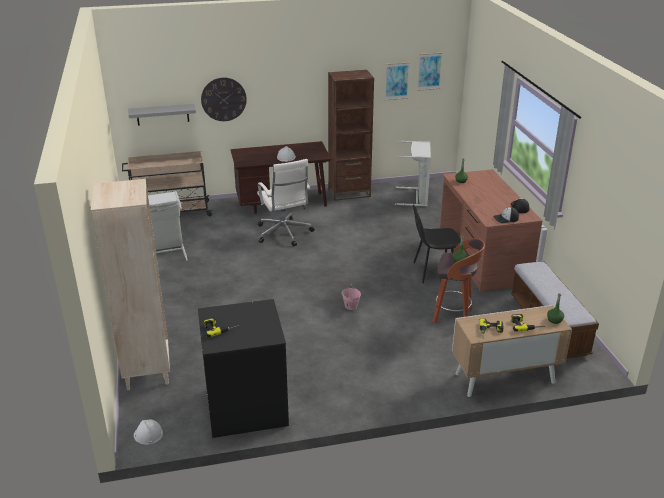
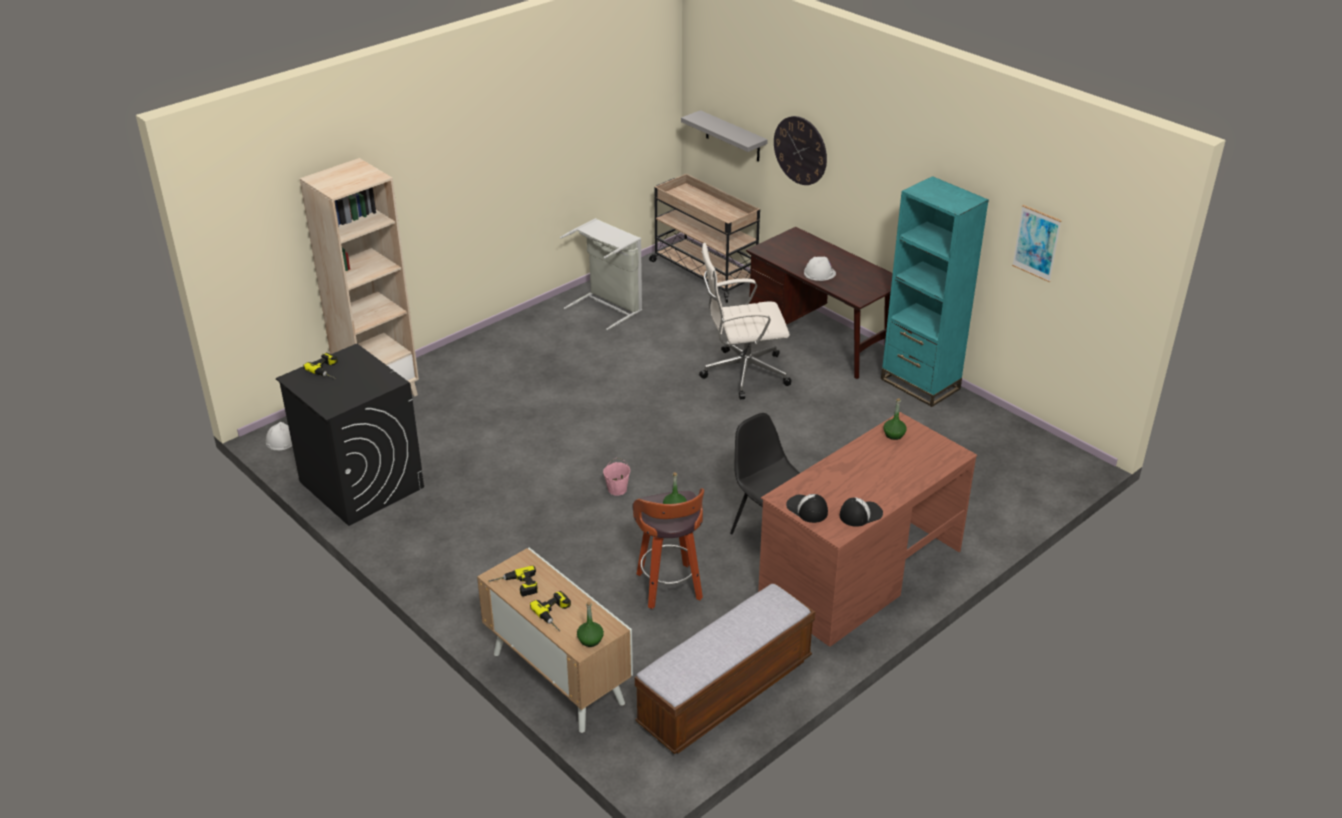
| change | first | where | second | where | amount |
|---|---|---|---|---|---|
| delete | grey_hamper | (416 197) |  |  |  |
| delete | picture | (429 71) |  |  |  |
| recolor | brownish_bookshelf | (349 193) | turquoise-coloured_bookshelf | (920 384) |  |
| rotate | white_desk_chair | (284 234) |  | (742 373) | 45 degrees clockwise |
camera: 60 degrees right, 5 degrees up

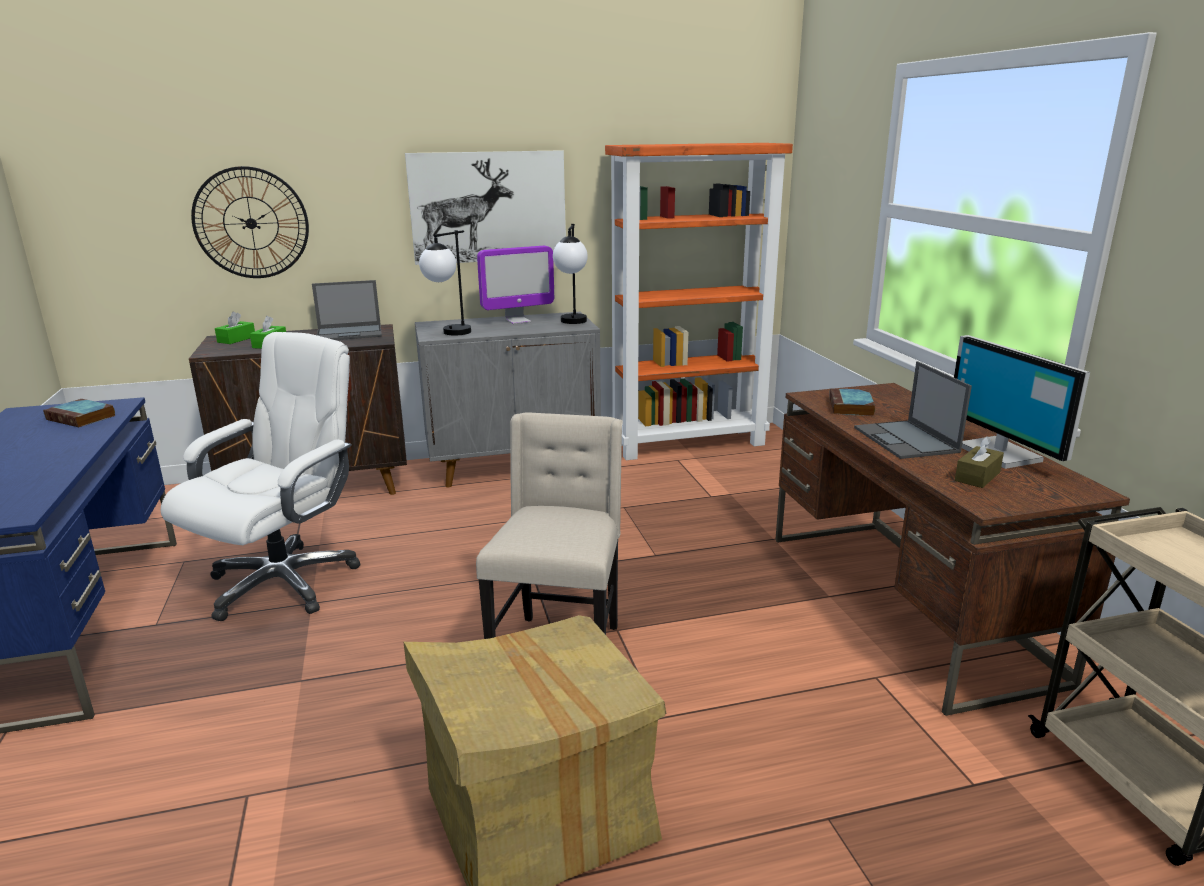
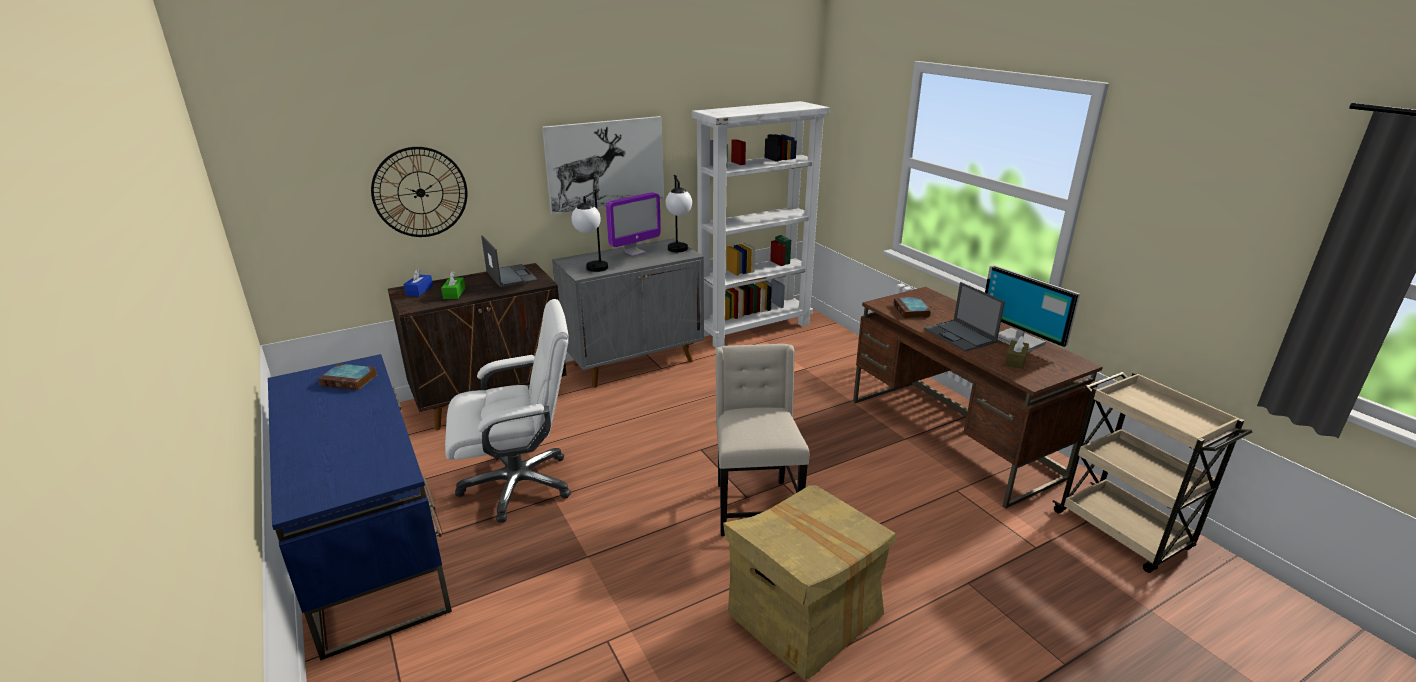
| change | first | where | second | where | amount |
|---|---|---|---|---|---|
| recolor | greenish_box_of_tissues | (236 339) | bluish_box_of_tissues | (419 290) |  |
| recolor | orange-coloured_bookshelf | (689 443) | white_bookshelf | (754 329) |  |
| rotate | white_desk_chair | (283 582) |  | (519 484) | 60 degrees clockwise |
| rotate | notebook_computer | (350 333) |  | (511 276) | 90 degrees counterclockwise |
camera: 15 degrees left, 5 degrees up

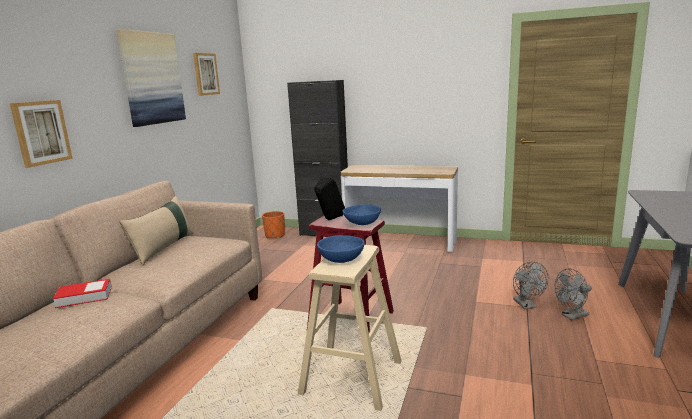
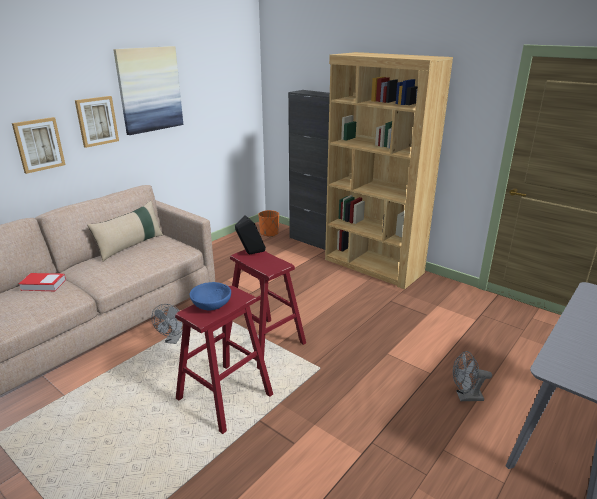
| change | first | where | second | where | amount |
|---|---|---|---|---|---|
| delete | bluish_serving_bowl | (361 223) |  |  |  |
| move | picture | (205 74) |  | (96 121) |  |
| move | grey_fan | (526 305) |  | (173 340) |  |
| replace | console_table | (400 242) | brownish_bookshelf | (373 266) |  |
| recolor | sand-coloured_stool | (352 378) | red_stool | (224 397) |  |
camera: 20 degrees right, 10 degrees up

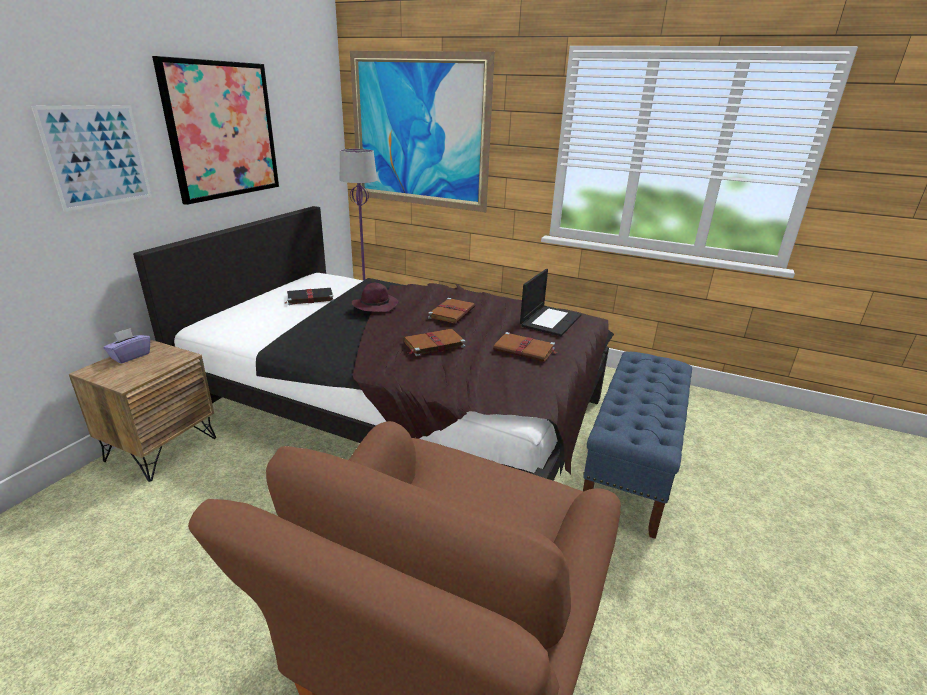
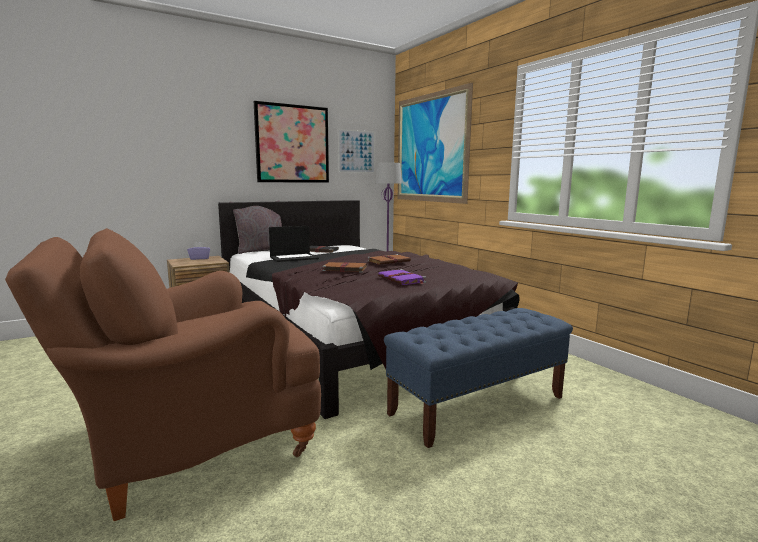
| change | first | where | second | where | amount |
|---|---|---|---|---|---|
| delete | purple_hat | (376 305) |  |  |  |
| insert |  |  | grey_cushion | (260 250) |  |
| move | picture | (97 156) |  | (356 151) |  |
| move | notebook_computer | (550 320) |  | (294 258) |  |
| recolor | brownish_book | (525 349) | purple_book | (402 279) |  |
camera: 35 degrees right, 15 degrees down

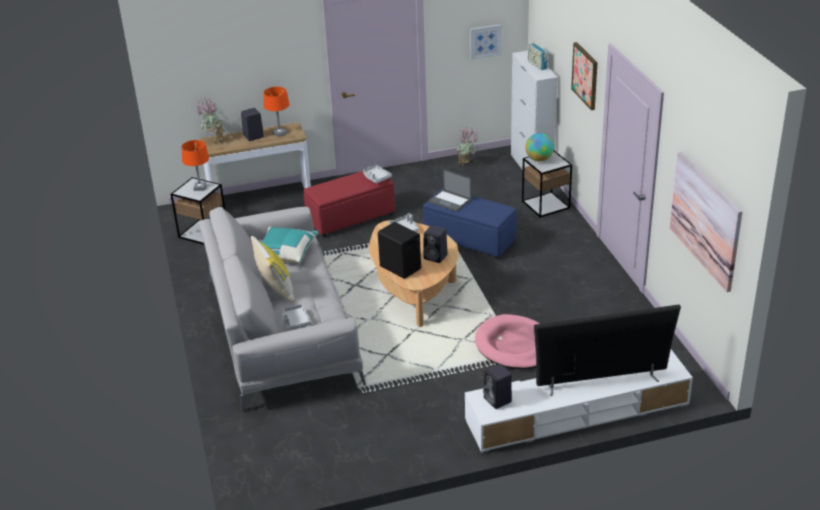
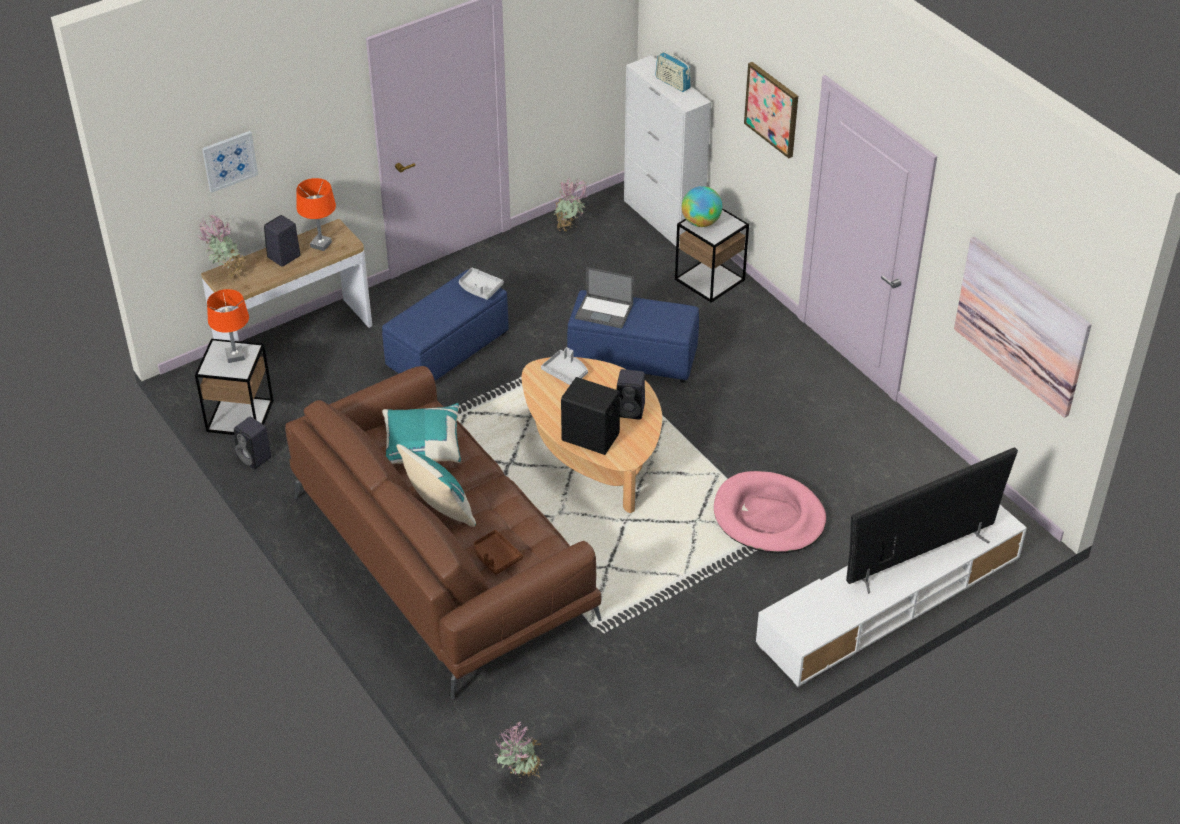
| change | first | where | second | where | amount |
|---|---|---|---|---|---|
| insert |  |  | potted_plant | (520 777) |  |
| move | picture | (485 41) |  | (229 160) |  |
| move | black_loudspeaker | (498 400) |  | (255 458) |  |
| recolor | grey_settee | (281 328) | brownish_settee | (440 555) |  |
| recolor | yellow-coloured_cushion | (275 290) | turquoise-coloured_cushion | (438 510) |  |
| recolor | grey_carrying_tray | (295 321) | brownish_carrying_tray | (496 557) |  |
| recolor | red_ottoman | (351 218) | bluish_ottoman | (448 350) |  |
camera: 20 degrees left, 10 degrees up

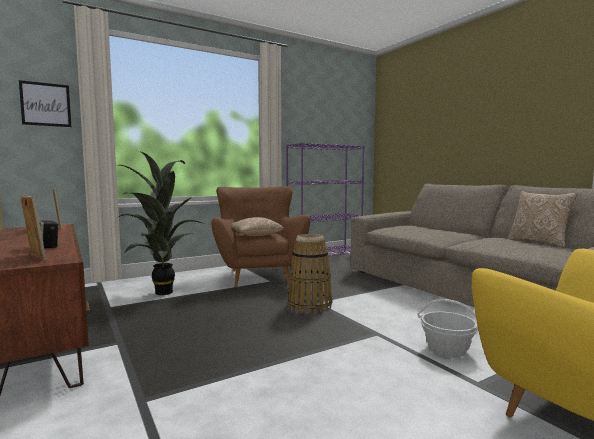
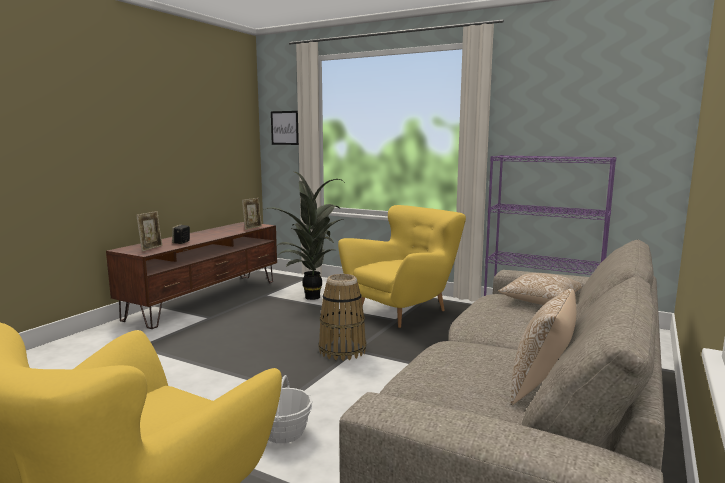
| change | first | where | second | where | amount |
|---|---|---|---|---|---|
| move | cushion | (255 235) |  | (540 301) |  |
| recolor | brownish_easy_chair | (258 276) | yellow-coloured_easy_chair | (403 311) |  |
camera: 60 degrees right, 5 degrees up

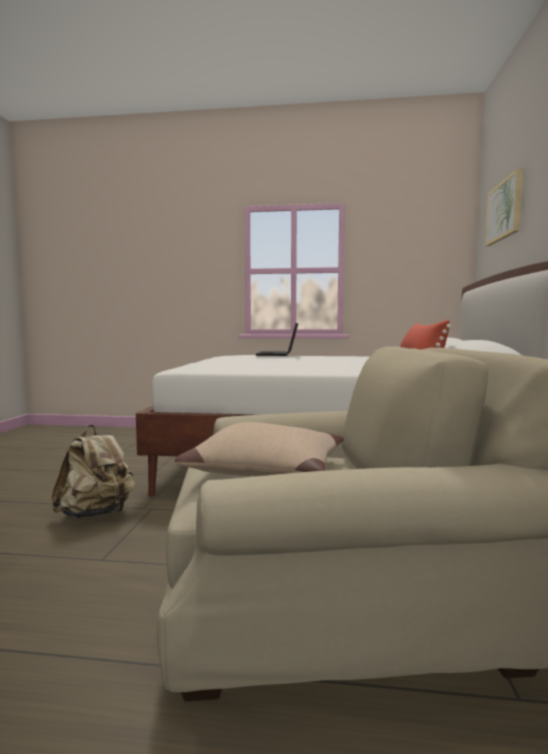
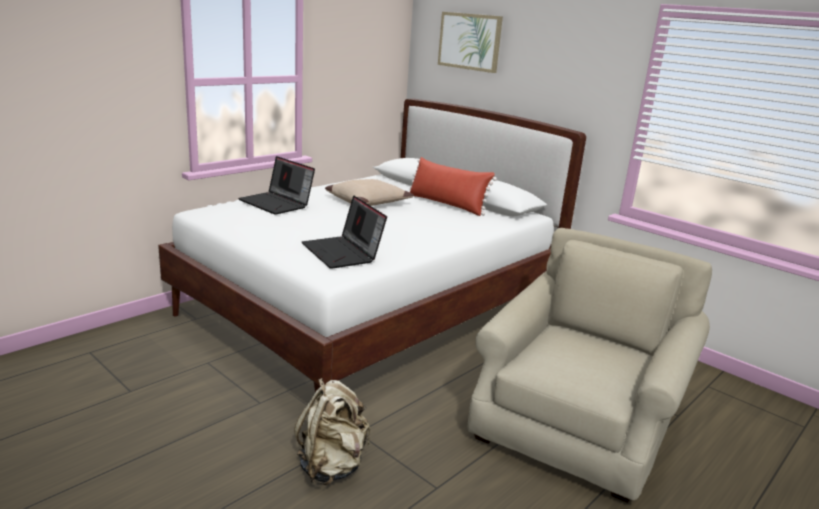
| change | first | where | second | where | amount |
|---|---|---|---|---|---|
| insert |  |  | notebook_computer | (343 253) |  |
| move | sand-coloured_cushion | (268 469) |  | (367 201) |  |
camera: 55 degrees left, 15 degrees up

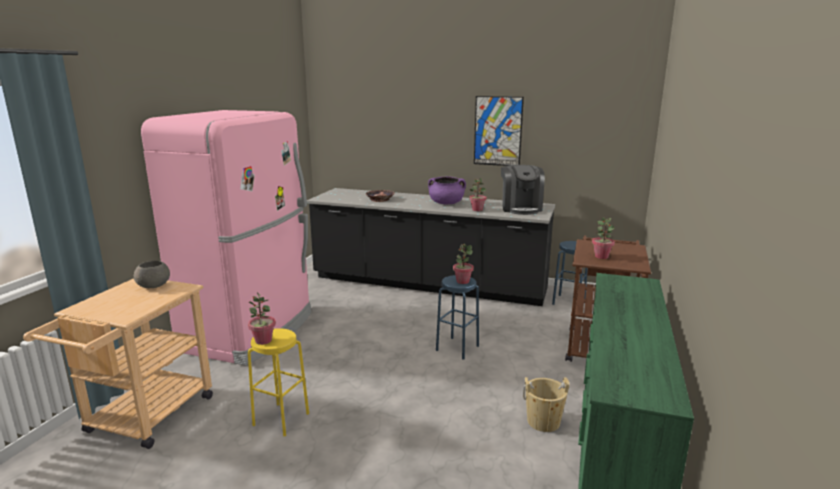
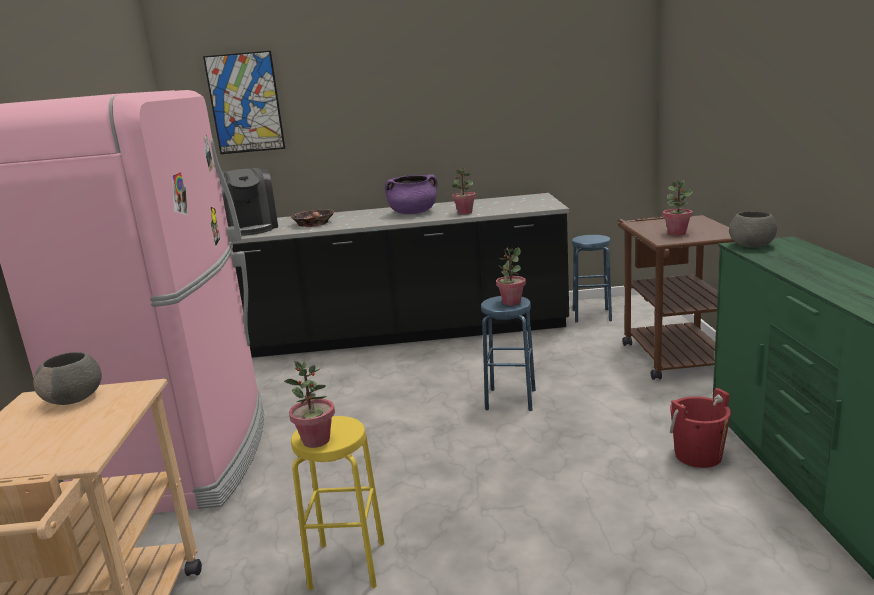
| change | first | where | second | where | amount |
|---|---|---|---|---|---|
| insert |  |  | grey_serving_bowl | (752 245) |  |
| move | picture | (498 131) |  | (245 103) |  |
| move | coffee_maker | (520 208) |  | (249 228) |  |
| recolor | sand-coloured_bucket | (543 422) | red_bucket | (698 456) |  |
camera: 20 degrees left, 0 degrees up

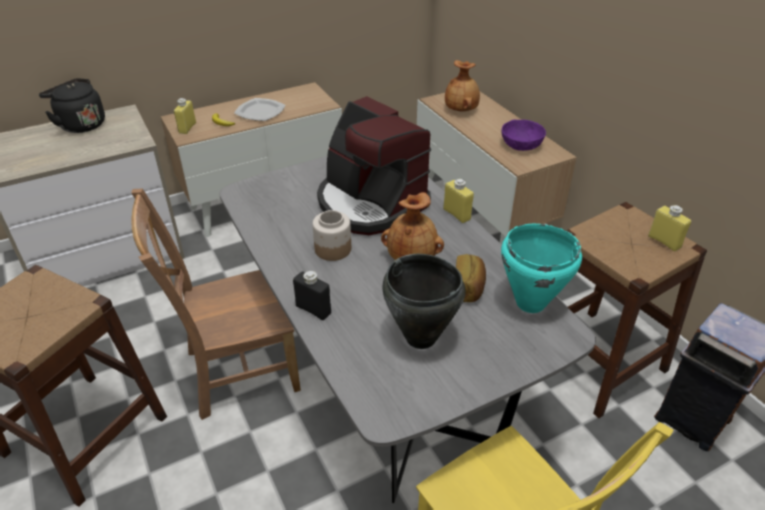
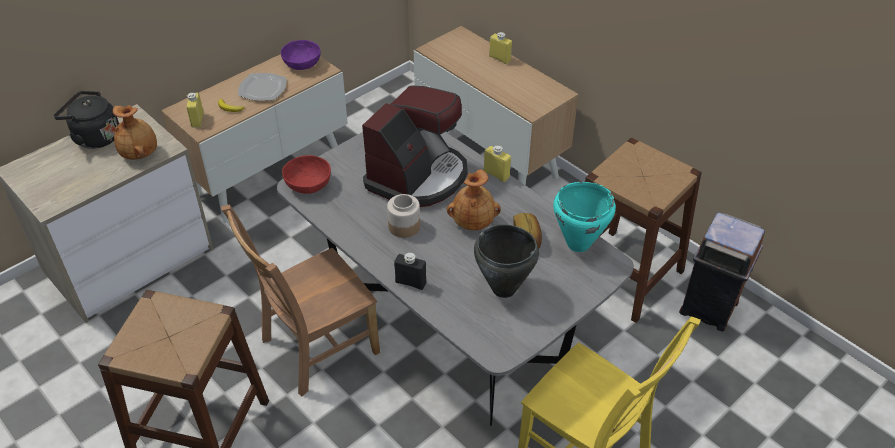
| change | first | where | second | where | amount |
|---|---|---|---|---|---|
| insert |  |  | red_serving_bowl | (308 185) |  |
| move | brownish_flower_vase | (461 110) |  | (140 154) |  |
| move | purple_serving_bowl | (521 145) |  | (302 64) |  |
| move | yellow-coloured_bottle | (664 241) |  | (500 58) |  |
| rotate | coffee_maker | (370 203) |  | (418 177) | 90 degrees counterclockwise |
camera: 15 degrees left, 5 degrees up

